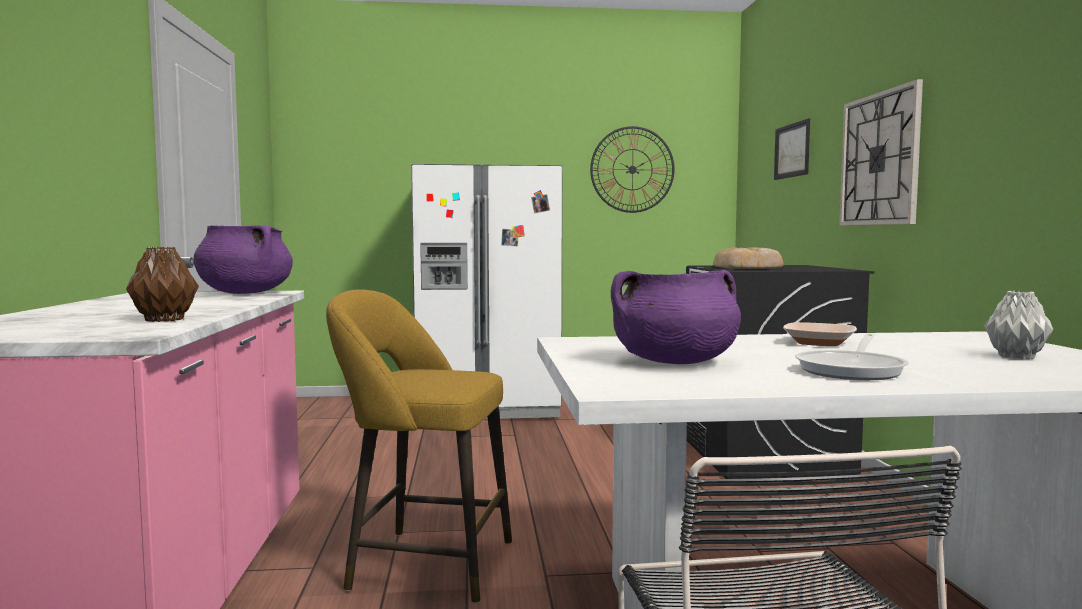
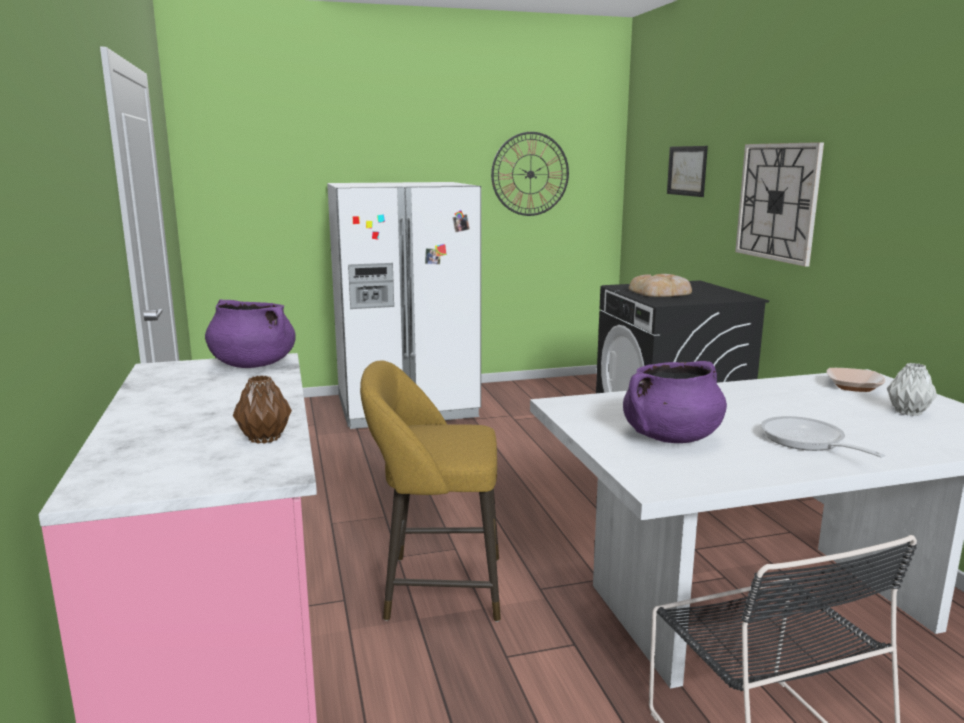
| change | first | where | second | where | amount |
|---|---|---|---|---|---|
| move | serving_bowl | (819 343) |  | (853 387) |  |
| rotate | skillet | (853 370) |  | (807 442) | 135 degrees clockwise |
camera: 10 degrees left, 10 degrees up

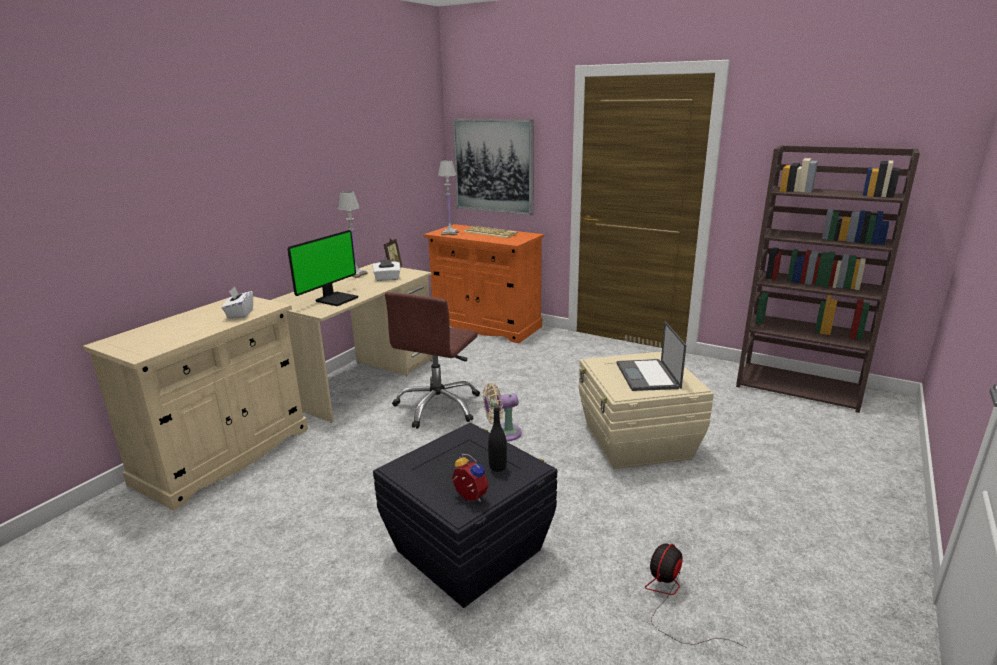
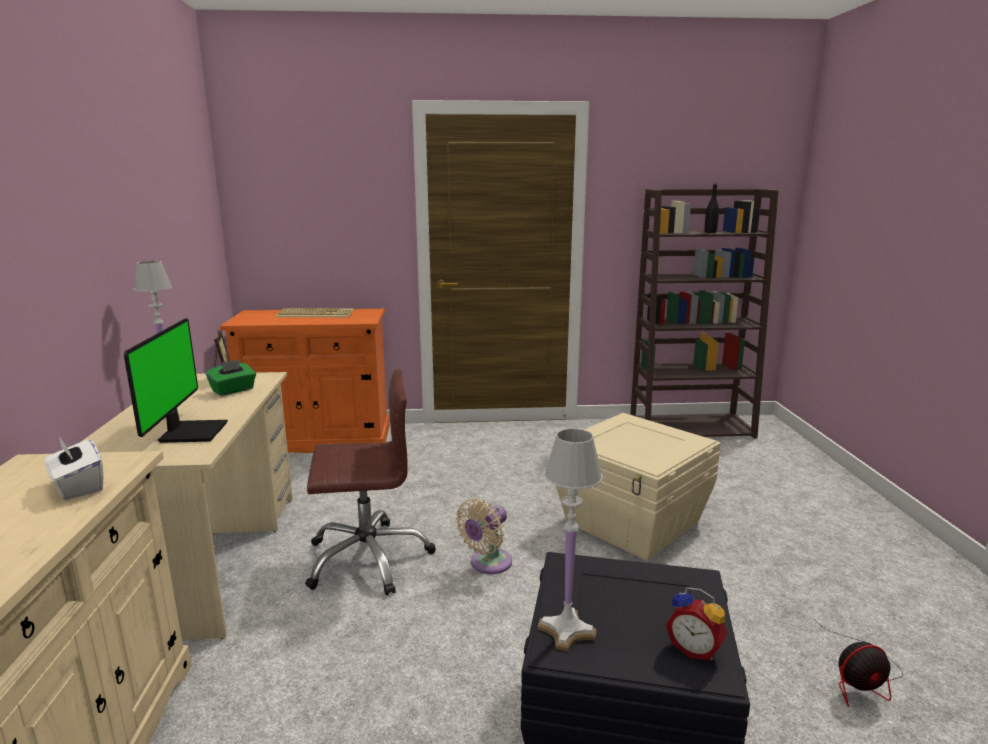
| change | first | where | second | where | amount |
|---|---|---|---|---|---|
| delete | picture | (493 166) |  |  |  |
| delete | notebook_computer | (648 376) |  |  |  |
| move | white_tabletop_lamp | (450 233) |  | (567 631) |  |
| move | black_bottle | (497 467) |  | (710 232) |  |
| recolor | white_box_of_tissues | (387 279) | greenish_box_of_tissues | (233 390) |  |
| rotate | brownish_desk_chair | (438 406) |  | (368 558) | 90 degrees counterclockwise |
| rotate | table_clock | (468 498) |  | (695 649) | 150 degrees counterclockwise |
| rotate | fan | (671 600) |  | (860 678) | 105 degrees counterclockwise |
camera: 35 degrees left, 5 degrees down

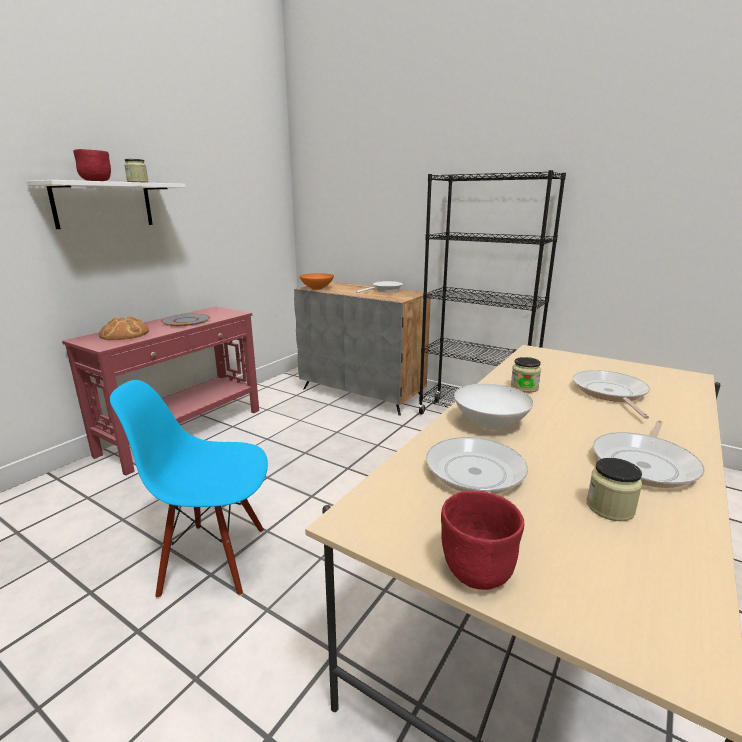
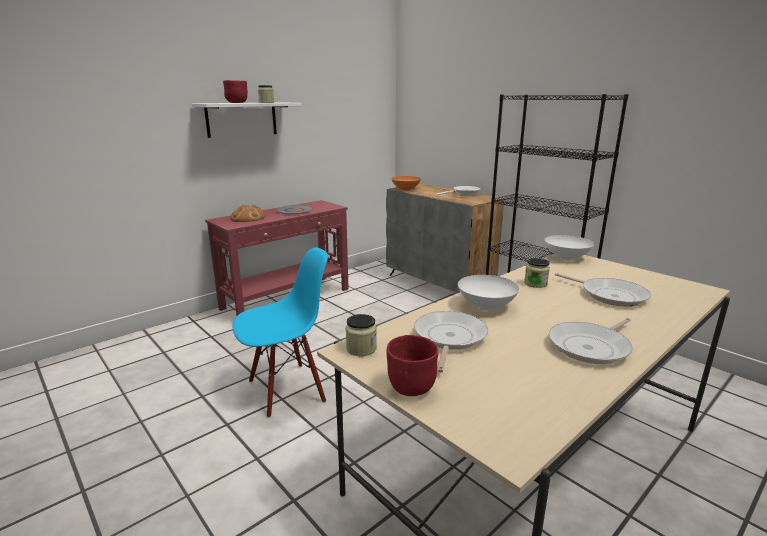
| change | first | where | second | where | amount |
|---|---|---|---|---|---|
| insert |  |  | white_serving_bowl | (567 258) |  |
| move | storage_jar | (610 508) |  | (361 348) |  |
| rotate | bluish_plain_chair | (214 559) |  | (287 390) | 135 degrees clockwise |
| rotate | skillet | (610 393) |  | (610 295) | 120 degrees clockwise |
camera: 15 degrees right, 0 degrees up

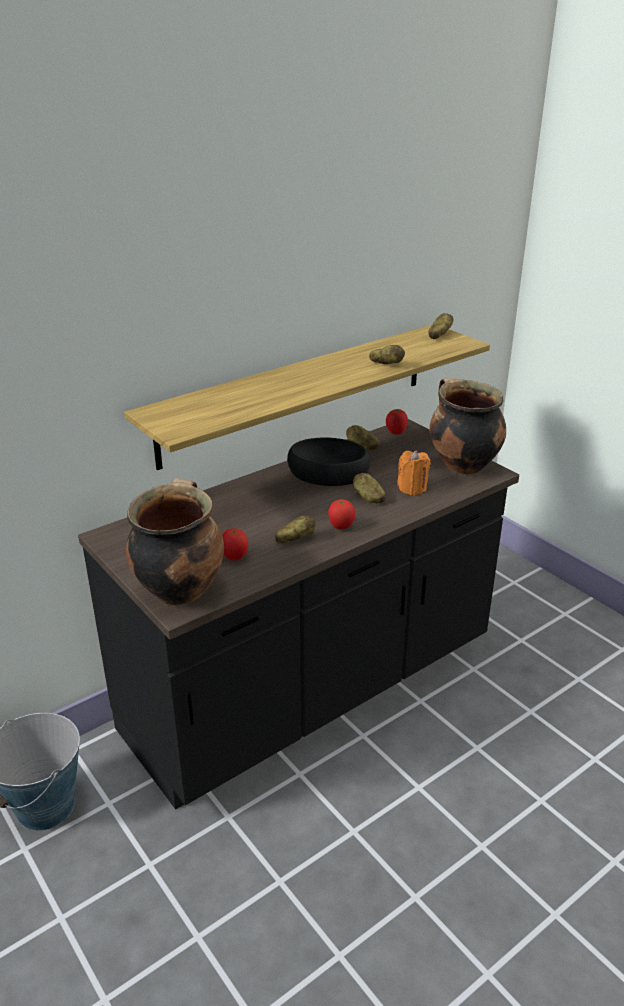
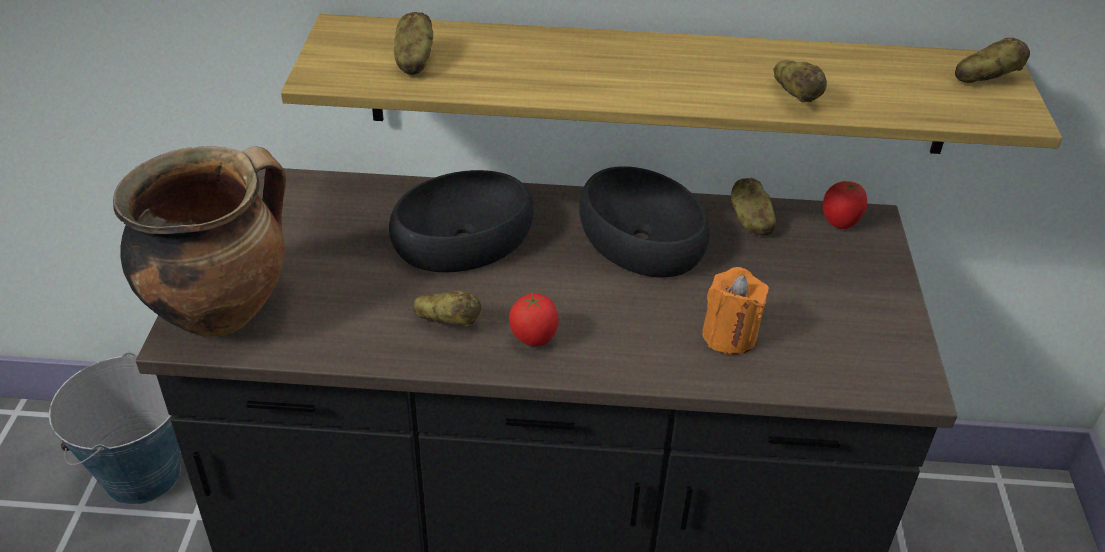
| change | first | where | second | where | amount |
|---|---|---|---|---|---|
| delete | fresh_tomato | (234 557) |  |  |  |
| delete | stockpot | (461 465) |  |  |  |
| insert |  |  | black_serving_bowl | (463 239) |  |
| move | spud | (368 498) |  | (413 61) |  |
camera: 40 degrees right, 10 degrees up

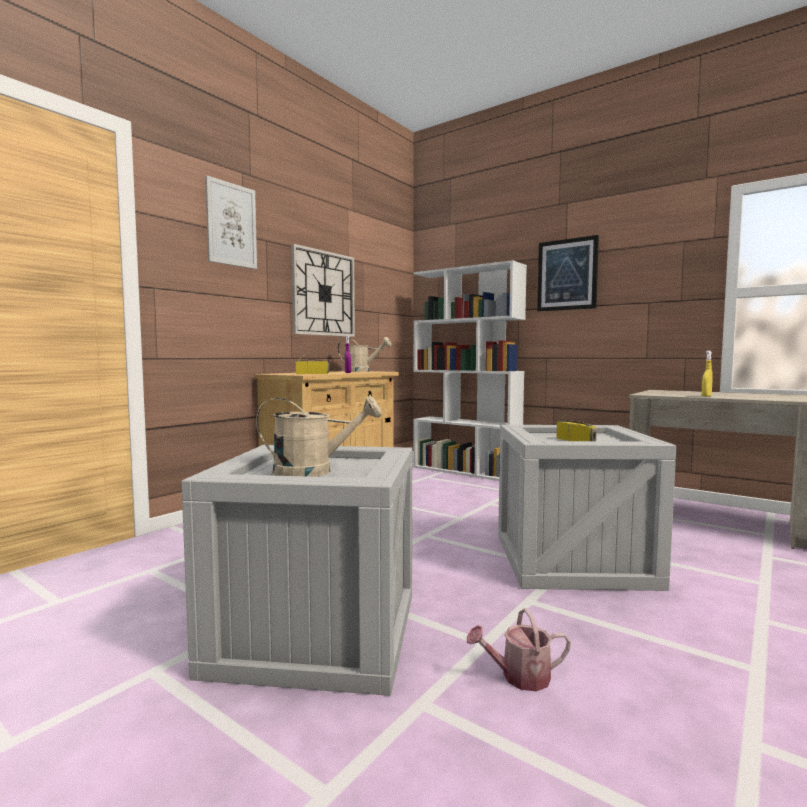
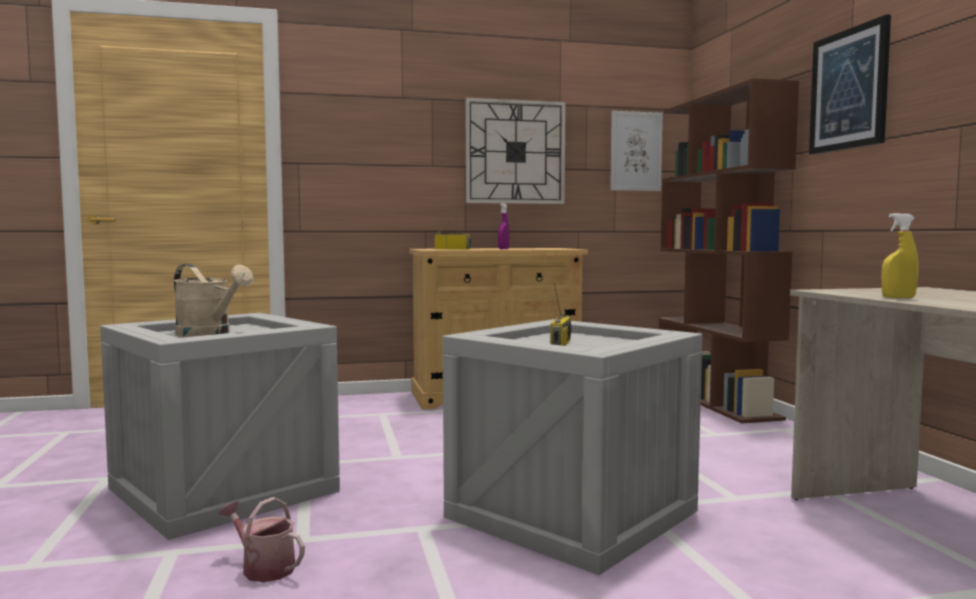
| change | first | where | second | where | amount |
|---|---|---|---|---|---|
| delete | sand-coloured_sprinkling_can | (361 371) |  |  |  |
| move | picture | (231 224) |  | (636 151) |  |
| recolor | white_bookshelf | (466 471) | brownish_bookshelf | (716 401) |  |
camera: 40 degrees right, 0 degrees up

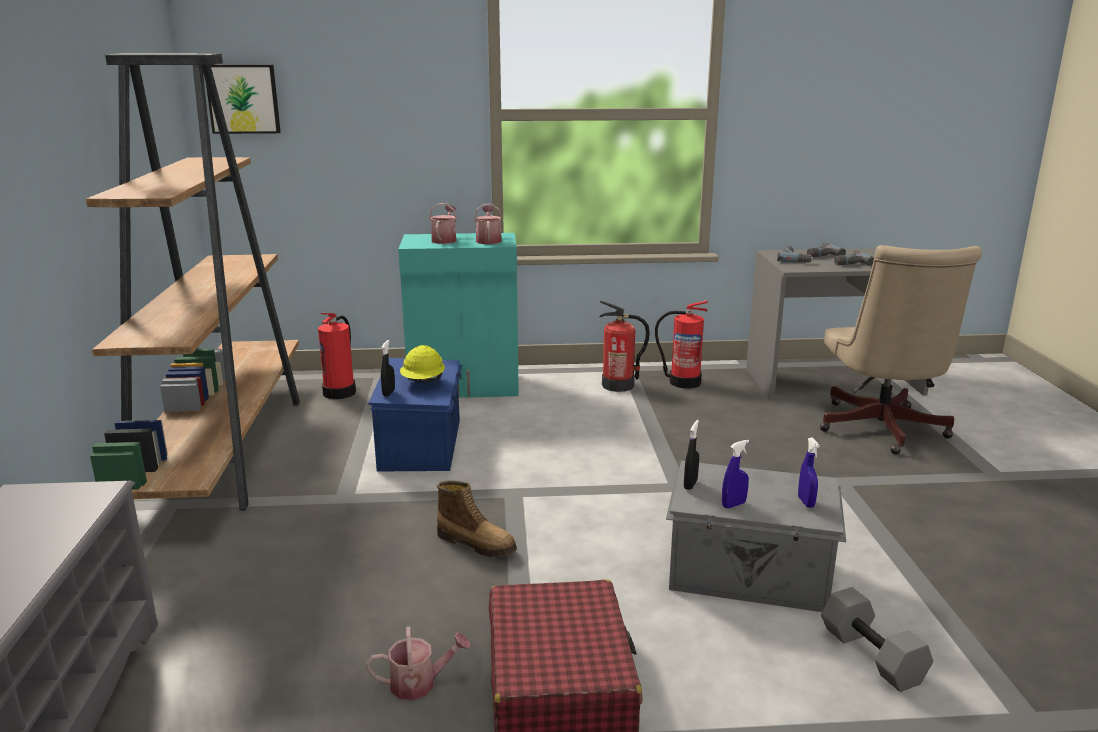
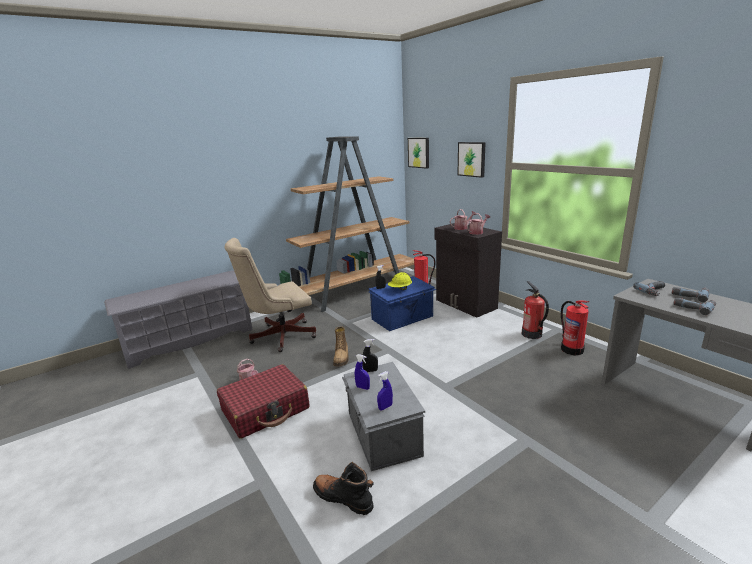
| change | first | where | second | where | amount |
|---|---|---|---|---|---|
| insert |  |  | picture | (472 159) |  |
| move | sand-coloured_desk_chair | (881 430) |  | (279 336) |  |
| replace | grey_free_weight | (873 656) | black_boot | (343 498) |  |
| recolor | turquoise-coloured_storage_cabinet | (465 387) | black_storage_cabinet | (465 304) |  |
camera: 60 degrees right, 0 degrees up

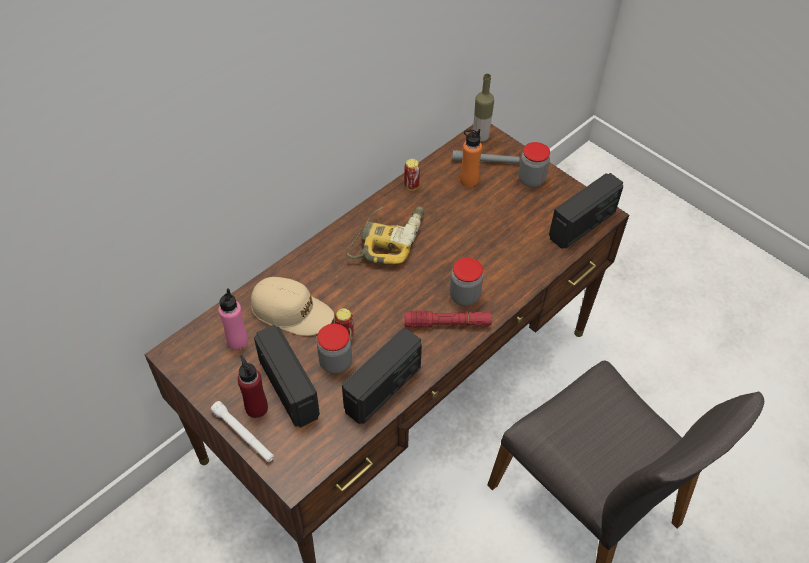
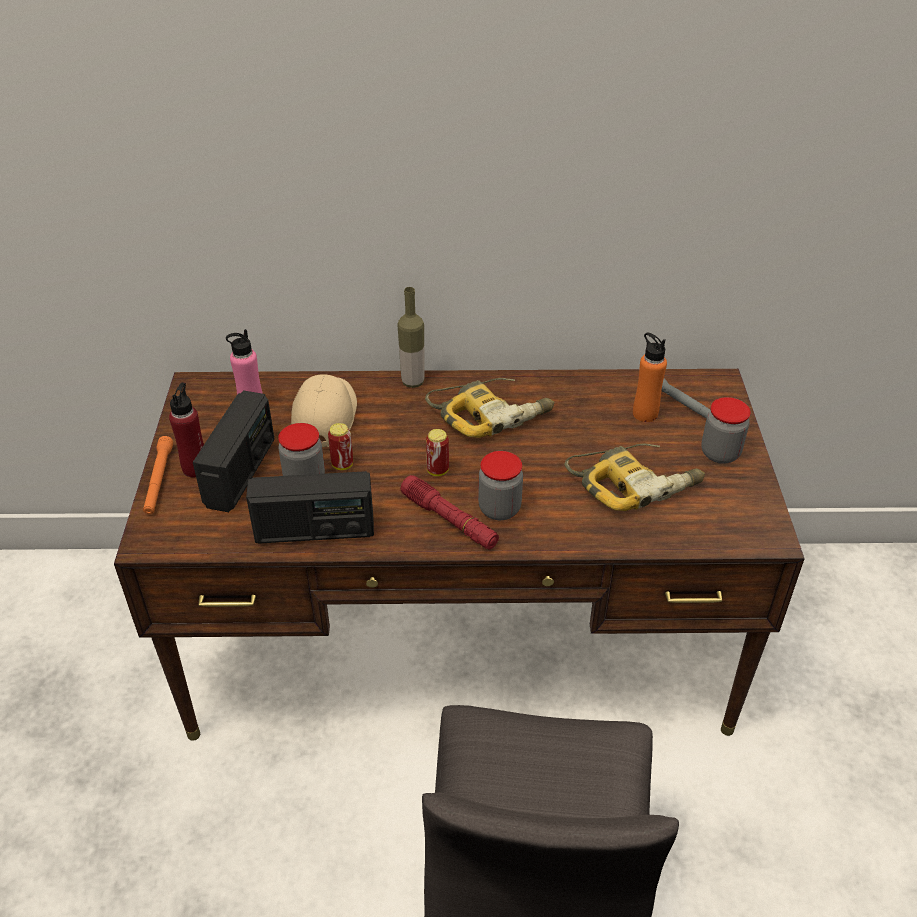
| change | first | where | second | where | amount |
|---|---|---|---|---|---|
| delete | radio_set | (582 225) |  |  |  |
| insert |  |  | power_drill | (634 482) |  |
| move | metal_can | (411 186) |  | (437 470) |  |
| move | bottle | (480 138) |  | (413 382) |  |
| recolor | white_torch | (243 435) | orange-coloured_torch | (158 480) |  |
| rotate | sand-coloured_baseball_cap | (292 311) |  | (325 416) | 150 degrees counterclockwise |
camera: 45 degrees right, 10 degrees down

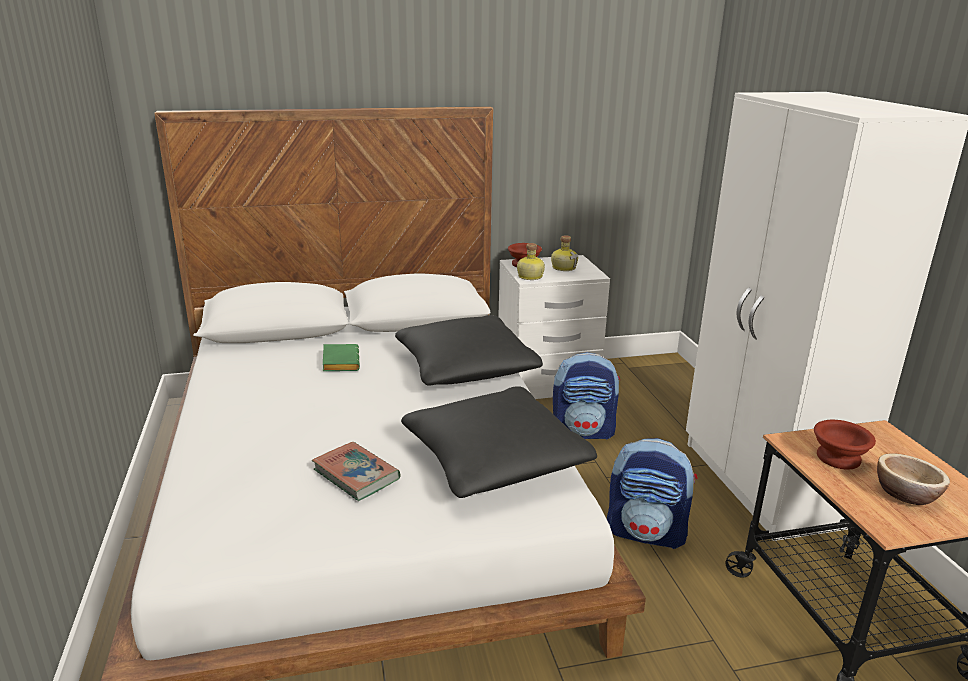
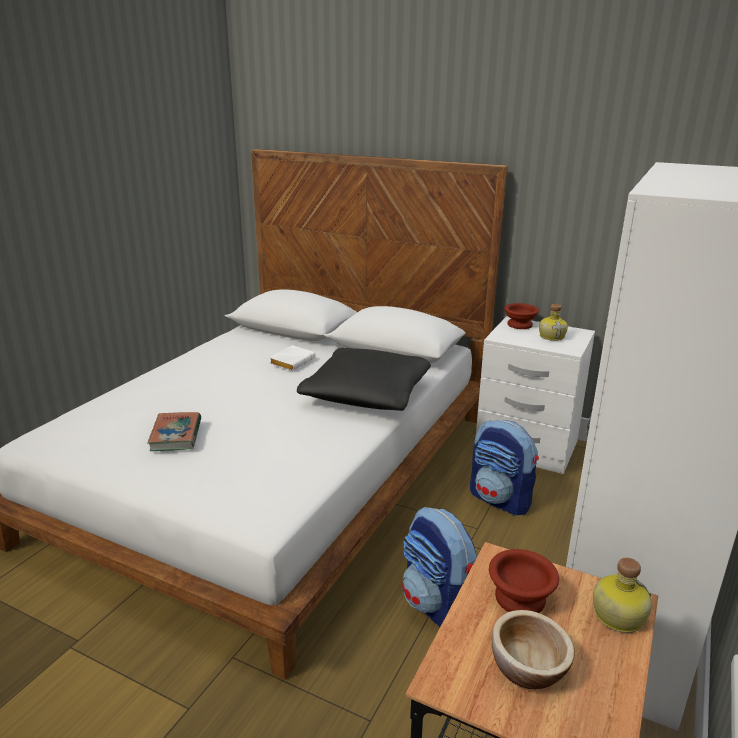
| change | first | where | second | where | amount |
|---|---|---|---|---|---|
| delete | black_cushion | (495 461) |  |  |  |
| move | bottle | (529 276) |  | (616 615) |  |
| recolor | greenish_book | (339 362) | white_book | (292 361) |  |
camera: 40 degrees right, 0 degrees up

